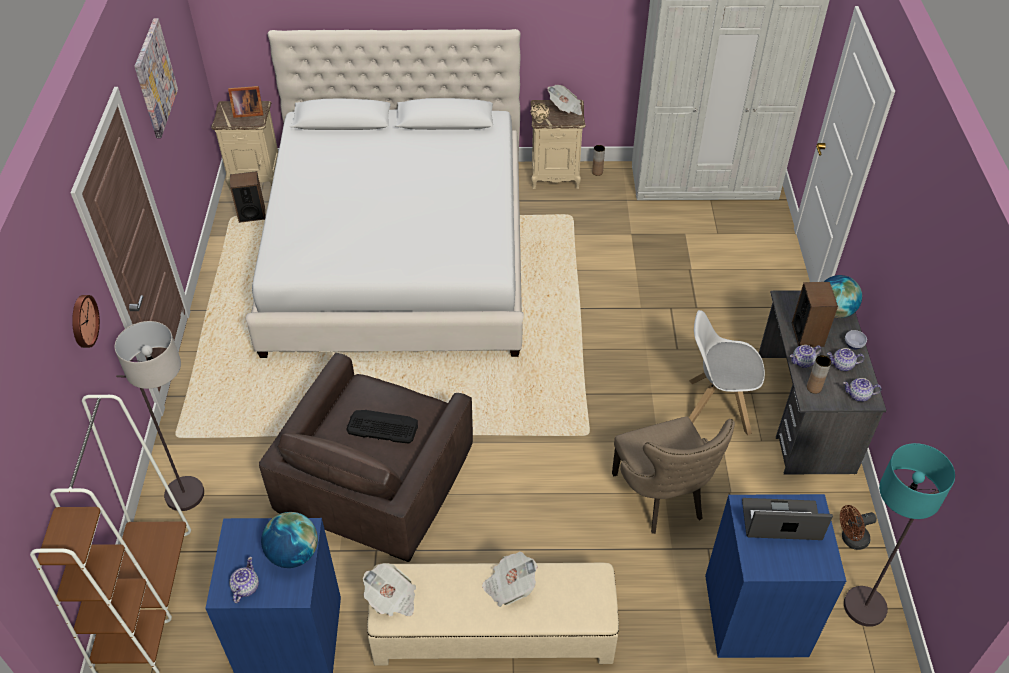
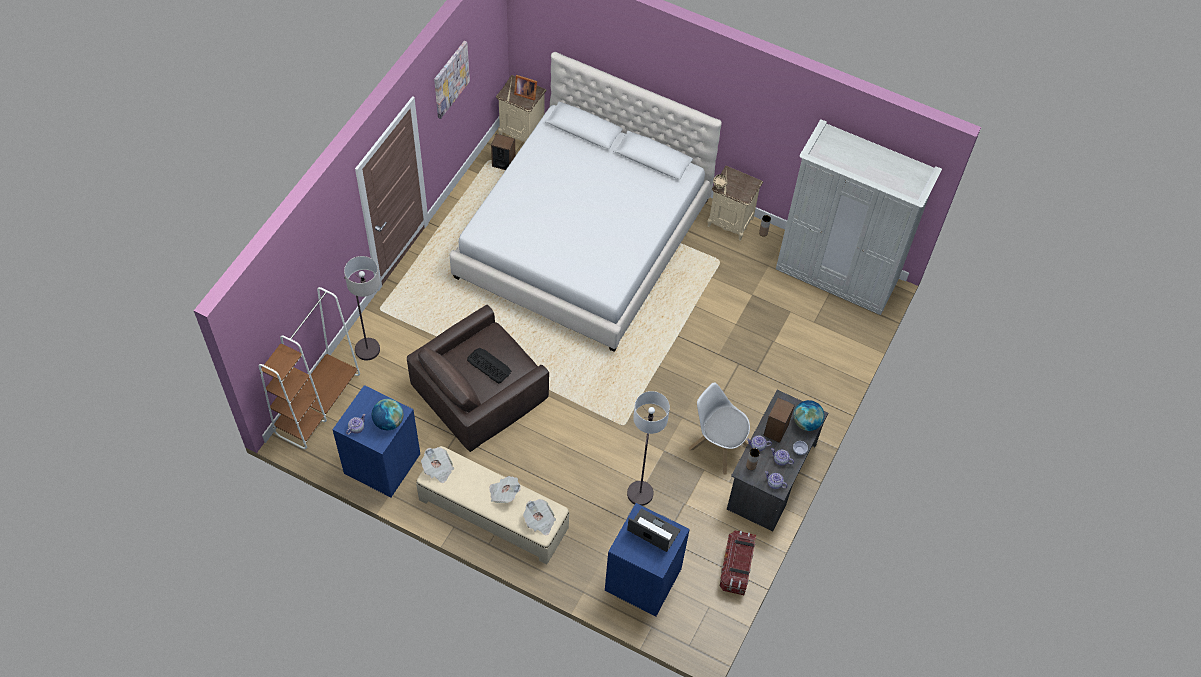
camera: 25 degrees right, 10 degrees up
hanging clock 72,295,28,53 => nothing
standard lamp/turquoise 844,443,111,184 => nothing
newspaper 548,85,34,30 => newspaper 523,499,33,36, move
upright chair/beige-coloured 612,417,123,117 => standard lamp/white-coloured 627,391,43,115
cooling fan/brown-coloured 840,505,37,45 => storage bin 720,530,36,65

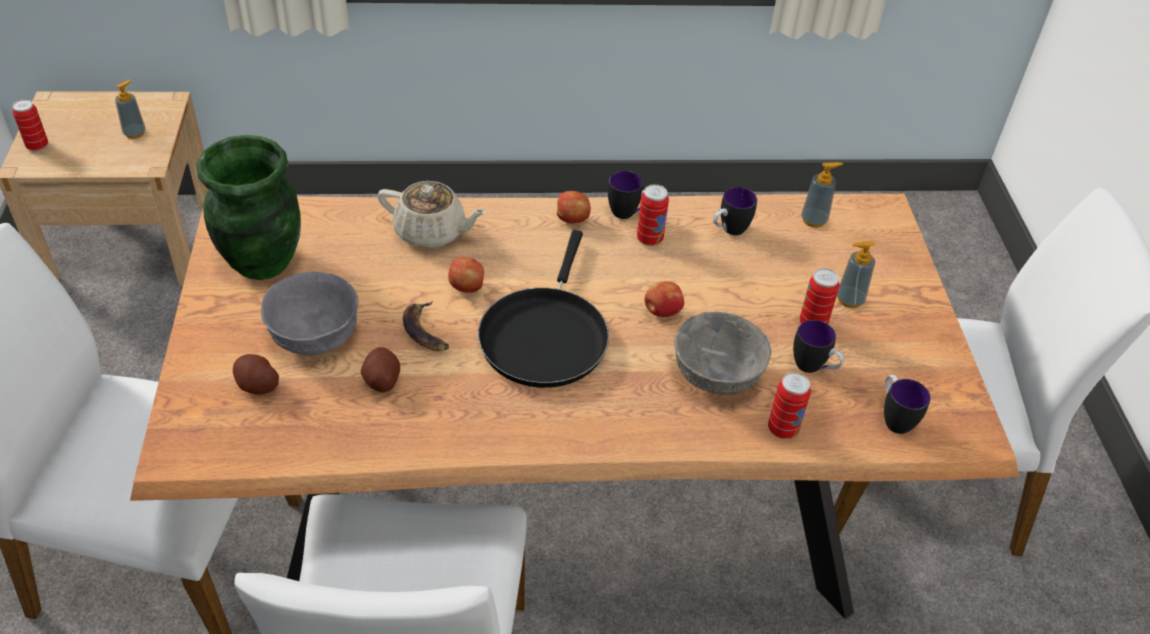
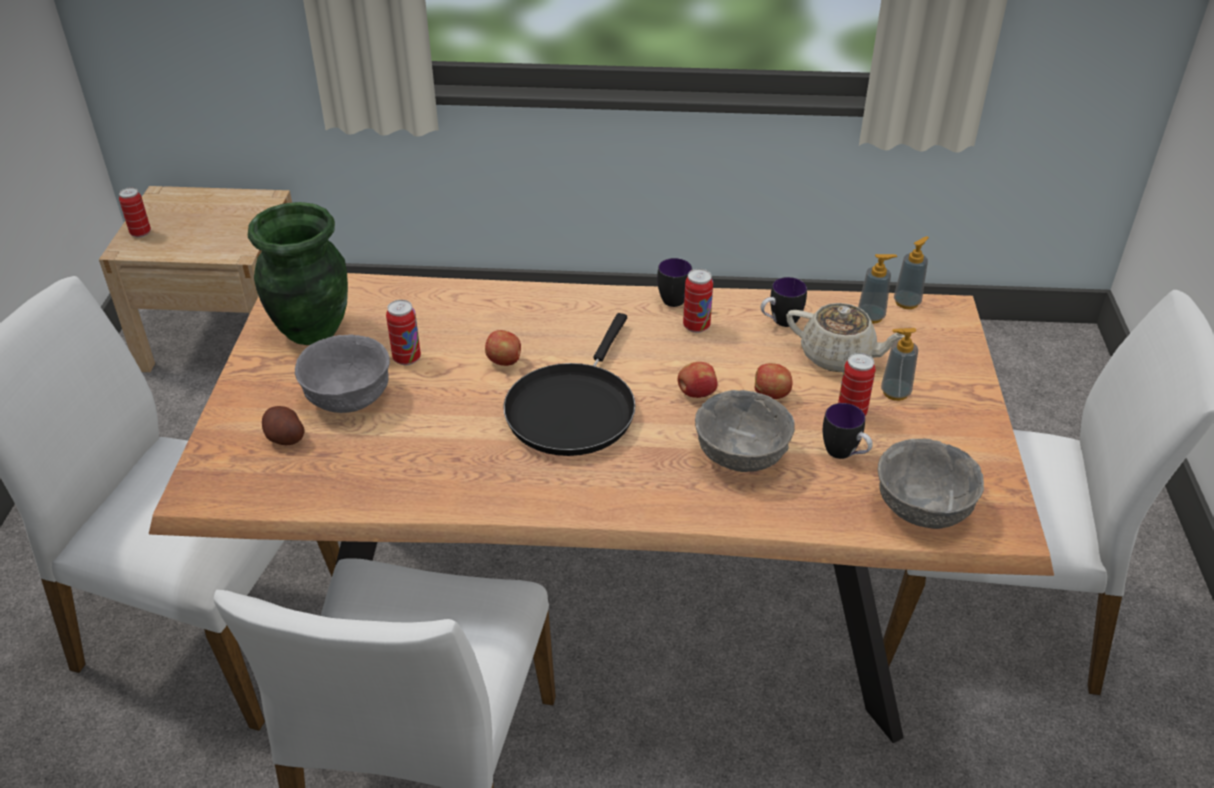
camera: 10 degrees right, 5 degrees down
potato 361,347,39,45 => nothing
banana fruit 403,301,46,50 => nothing
soap bottle 115,80,31,59 => soap bottle 894,236,35,73, move
teapot/beige-coloured 377,181,110,68 => teapot/beige-coloured 786,303,119,69, move
apple fruit 557,191,34,33 => apple fruit 755,363,38,36, move
sealed can 768,372,43,67 => sealed can 386,300,35,65, move
mug 884,375,47,59 => serving bowl/grey 878,439,106,90

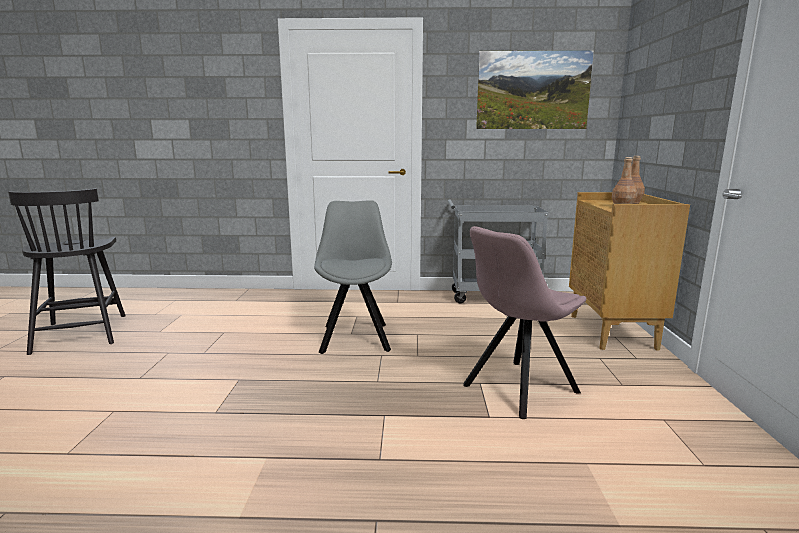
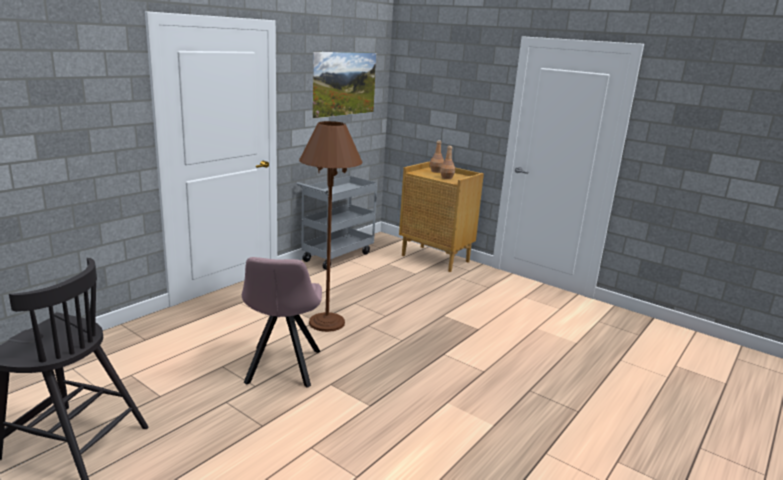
camera: 55 degrees left, 5 degrees up
upright chair/pink-coloured 463,226,123,193 => upright chair/pink-coloured 242,257,80,130, move
upright chair/grey 314,200,78,154 => standard lamp/brown-coloured 299,121,63,211

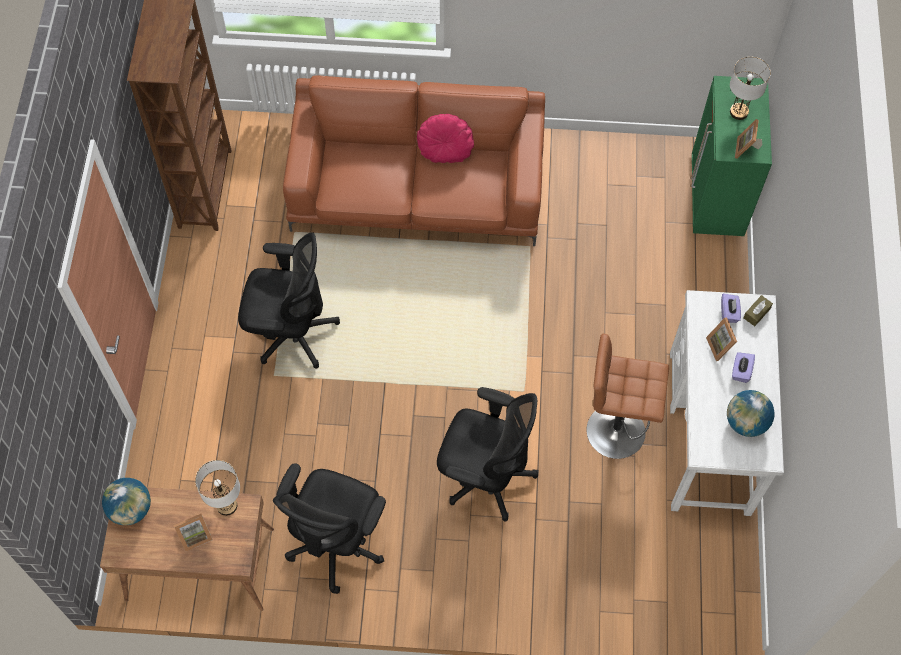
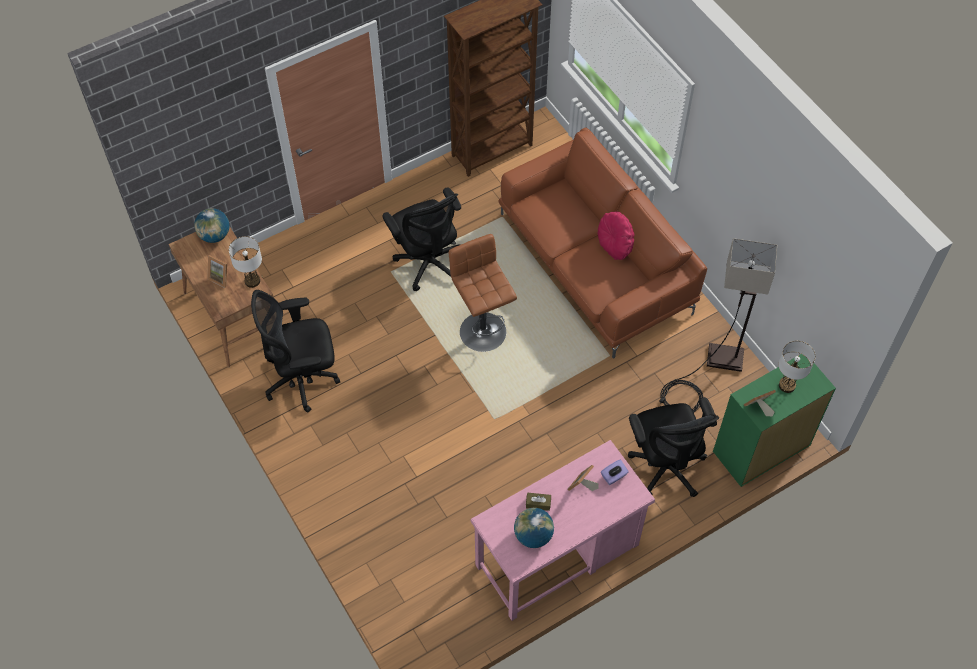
camera: 55 degrees right, 5 degrees down
tissue holder/purple-coloured 732,352,23,31 => nothing
nothing => standard lamp 659,238,118,174
office chair/black 437,387,101,135 => office chair/black 628,397,91,100, move
stool/brown-coloured 587,333,82,126 => stool/brown-coloured 449,234,68,118, move
tissue holder/brown-coloured 743,295,30,31 => tissue holder/brown-coloured 526,493,25,18, move
desk unit/white-coloured 670,290,114,226 => desk unit/pink-coloured 471,440,184,181

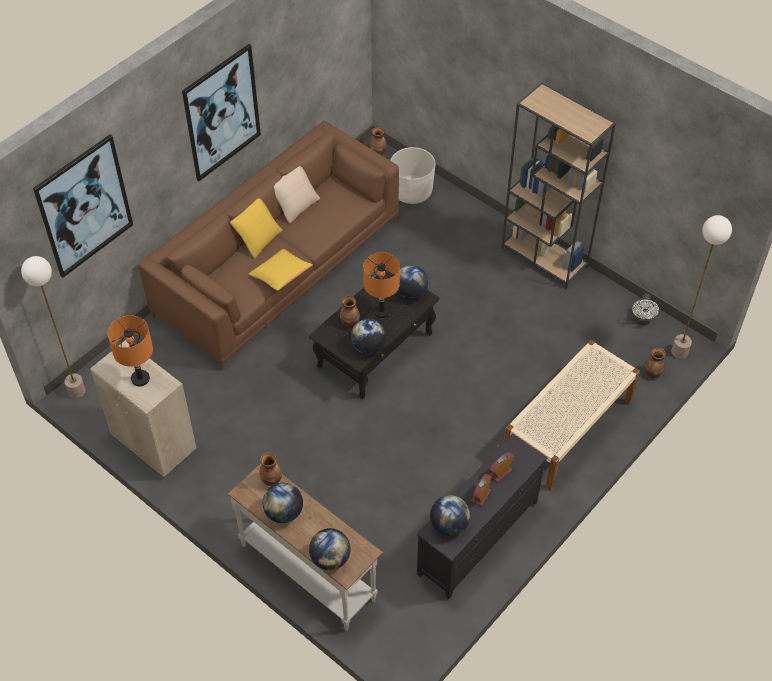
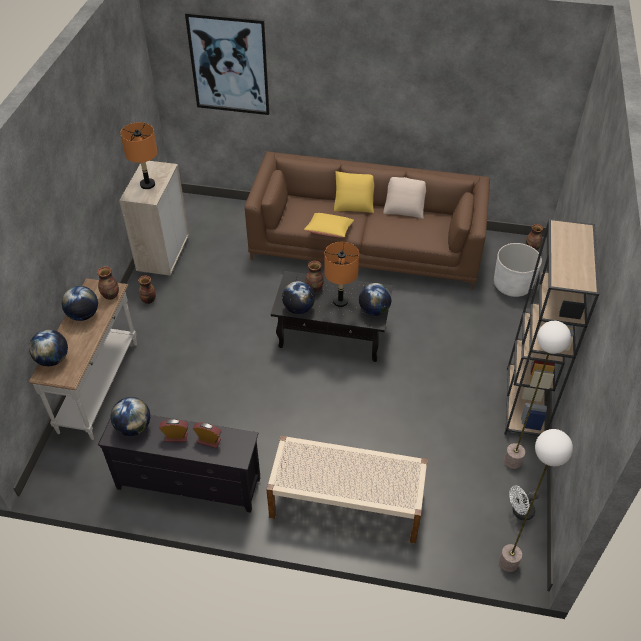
camera: 60 degrees right, 5 degrees down
wall picture 182,44,79,137 => nothing
standard lamp 21,256,65,142 => standard lamp 504,321,67,148, move
vase 645,348,21,30 => vase 138,276,18,28, move

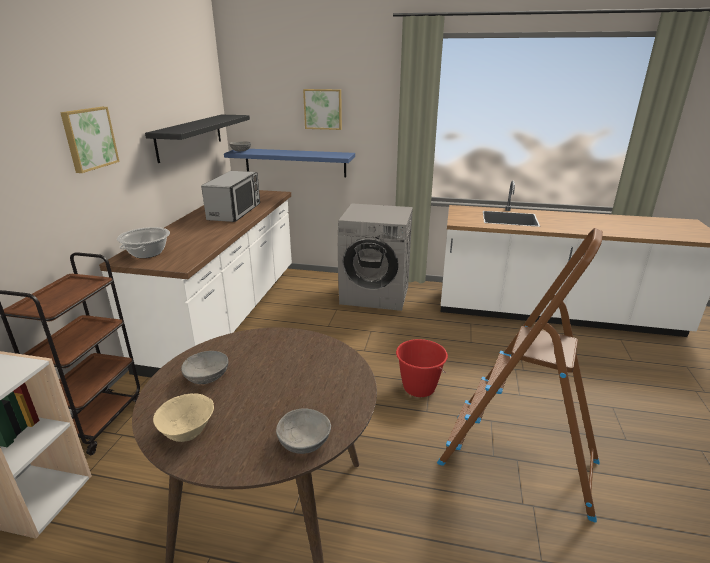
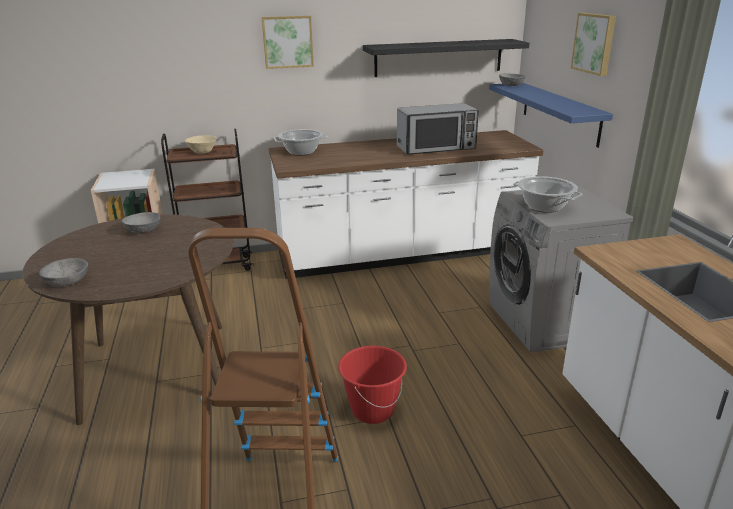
camera: 65 degrees right, 0 degrees up
nothing => cooking pot 513,176,70,37
serving bowl/beige-coloured 153,393,61,49 => serving bowl/beige-coloured 185,135,32,19, move

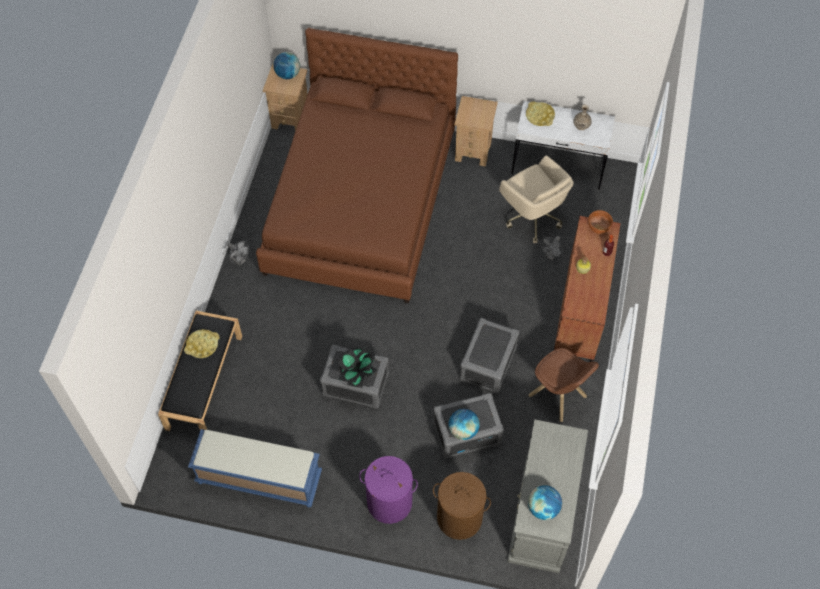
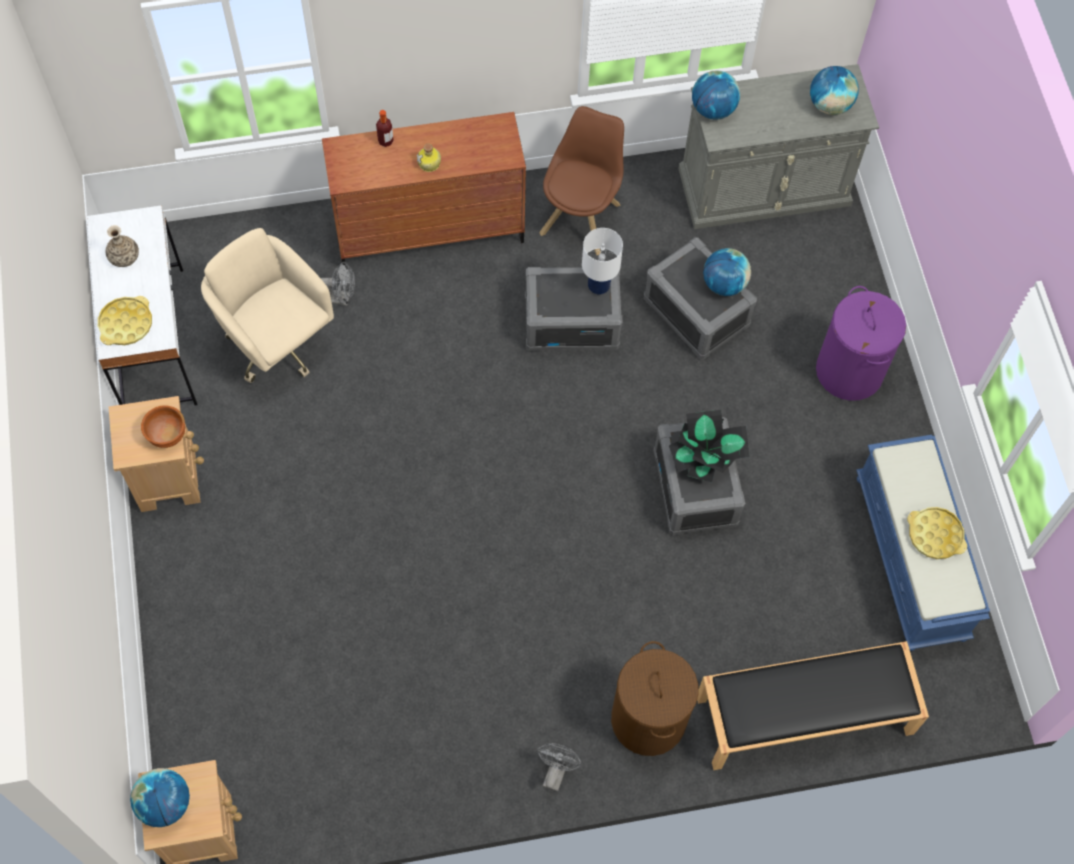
camera: 115 degrees left, 5 degrees up
sleeping bed/brown-coloured 256,28,202,275 => nothing
nothing => tabletop lamp/white-coloured 582,228,41,67
nothing => world globe 692,70,48,50
tray/yellow 184,329,36,29 => tray/yellow 907,507,60,52, move
hamper/brown-coloured 433,472,58,68 => hamper/brown-coloured 611,641,87,115, move
serving bowl/brown-coloured 588,210,25,24 => serving bowl/brown-coloured 141,405,44,43, move
office chair/beige-coloured 499,156,74,87 => office chair/beige-coloured 201,228,133,155, 75 degrees counterclockwise

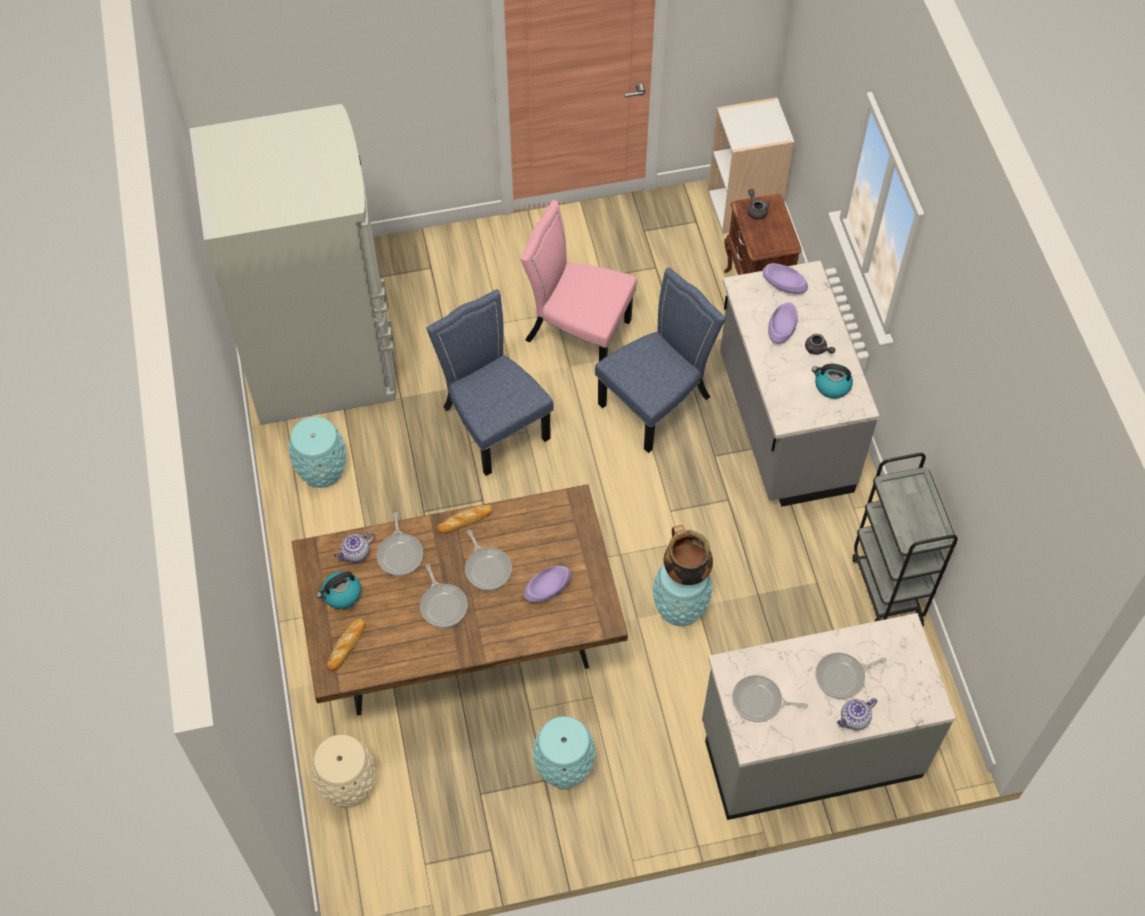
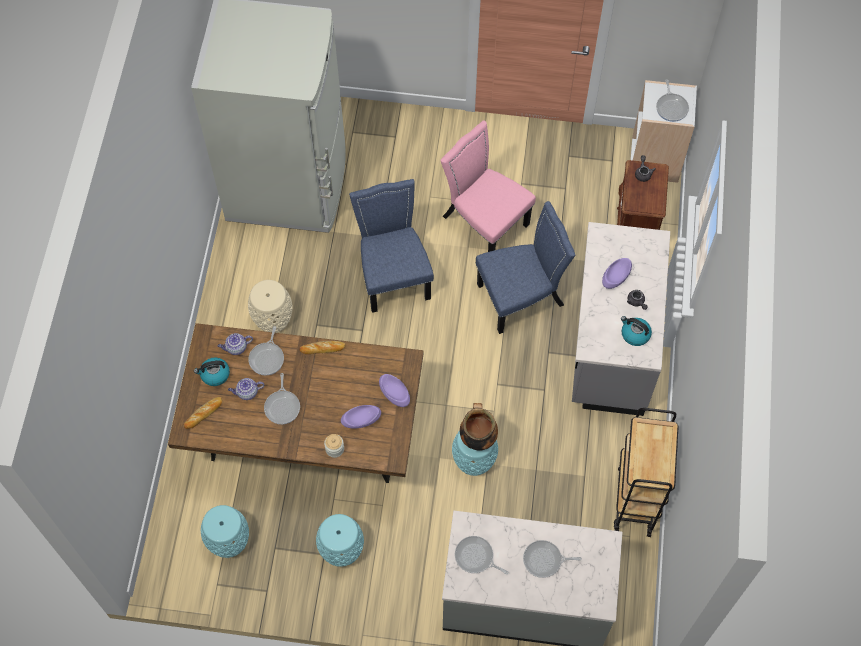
camera: 20 degrees right, 5 degrees up
nothing => preserve jar 324,434,20,24
stool/turquoise 289,417,57,71 => stool/turquoise 201,505,48,53, move
stool/beige-coloured 311,735,65,72 => stool/beige-coloured 248,280,44,53, move
pan 465,530,47,60 => pan 656,79,33,43, move
serving bowl/purple-coloured 763,263,45,31 => serving bowl/purple-coloured 379,374,31,33, move
teapot 837,698,40,32 => teapot 228,378,36,22, move
trolley/grey 852,453,106,173 => trolley/brown-coloured 614,408,64,129

